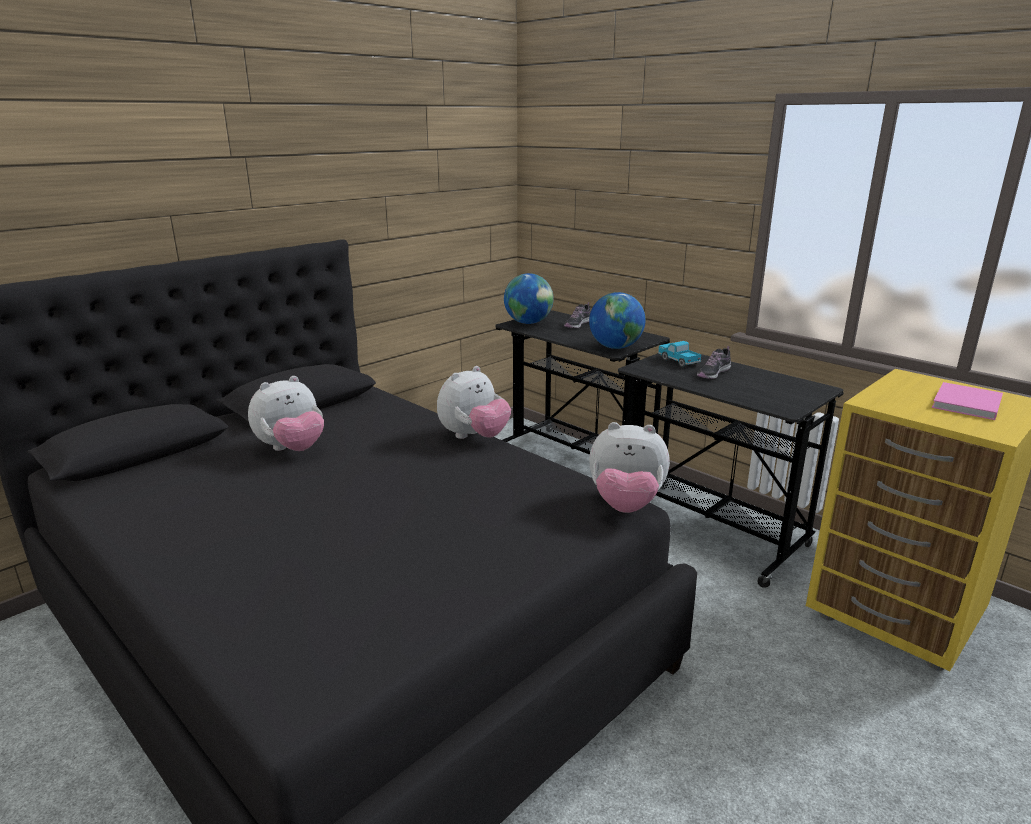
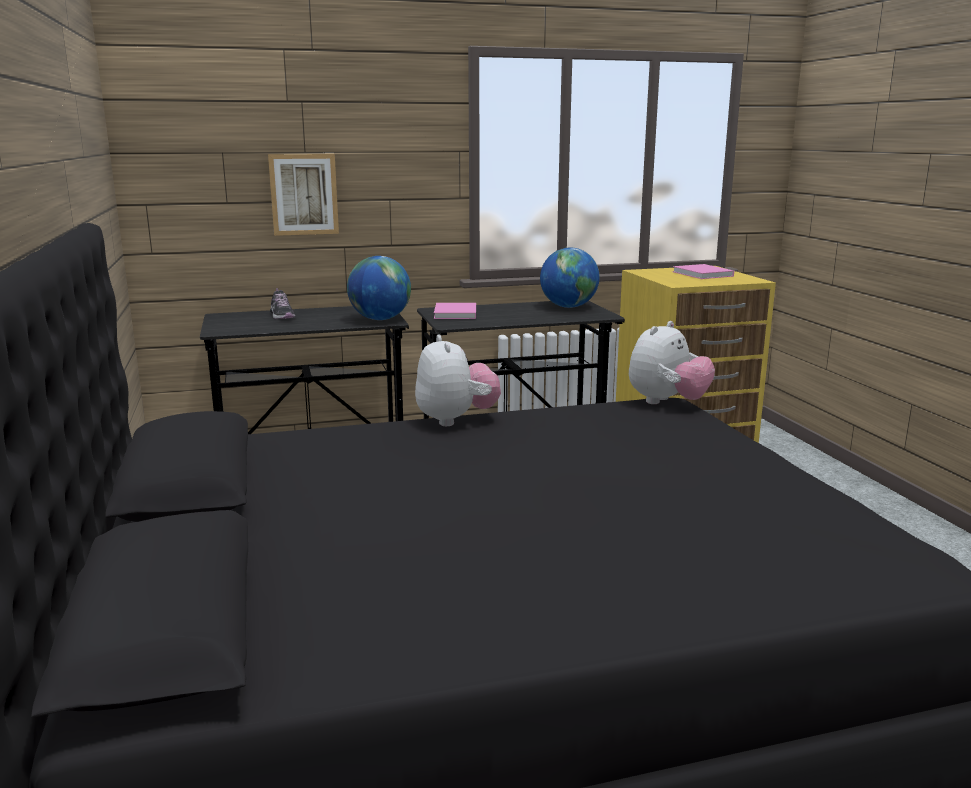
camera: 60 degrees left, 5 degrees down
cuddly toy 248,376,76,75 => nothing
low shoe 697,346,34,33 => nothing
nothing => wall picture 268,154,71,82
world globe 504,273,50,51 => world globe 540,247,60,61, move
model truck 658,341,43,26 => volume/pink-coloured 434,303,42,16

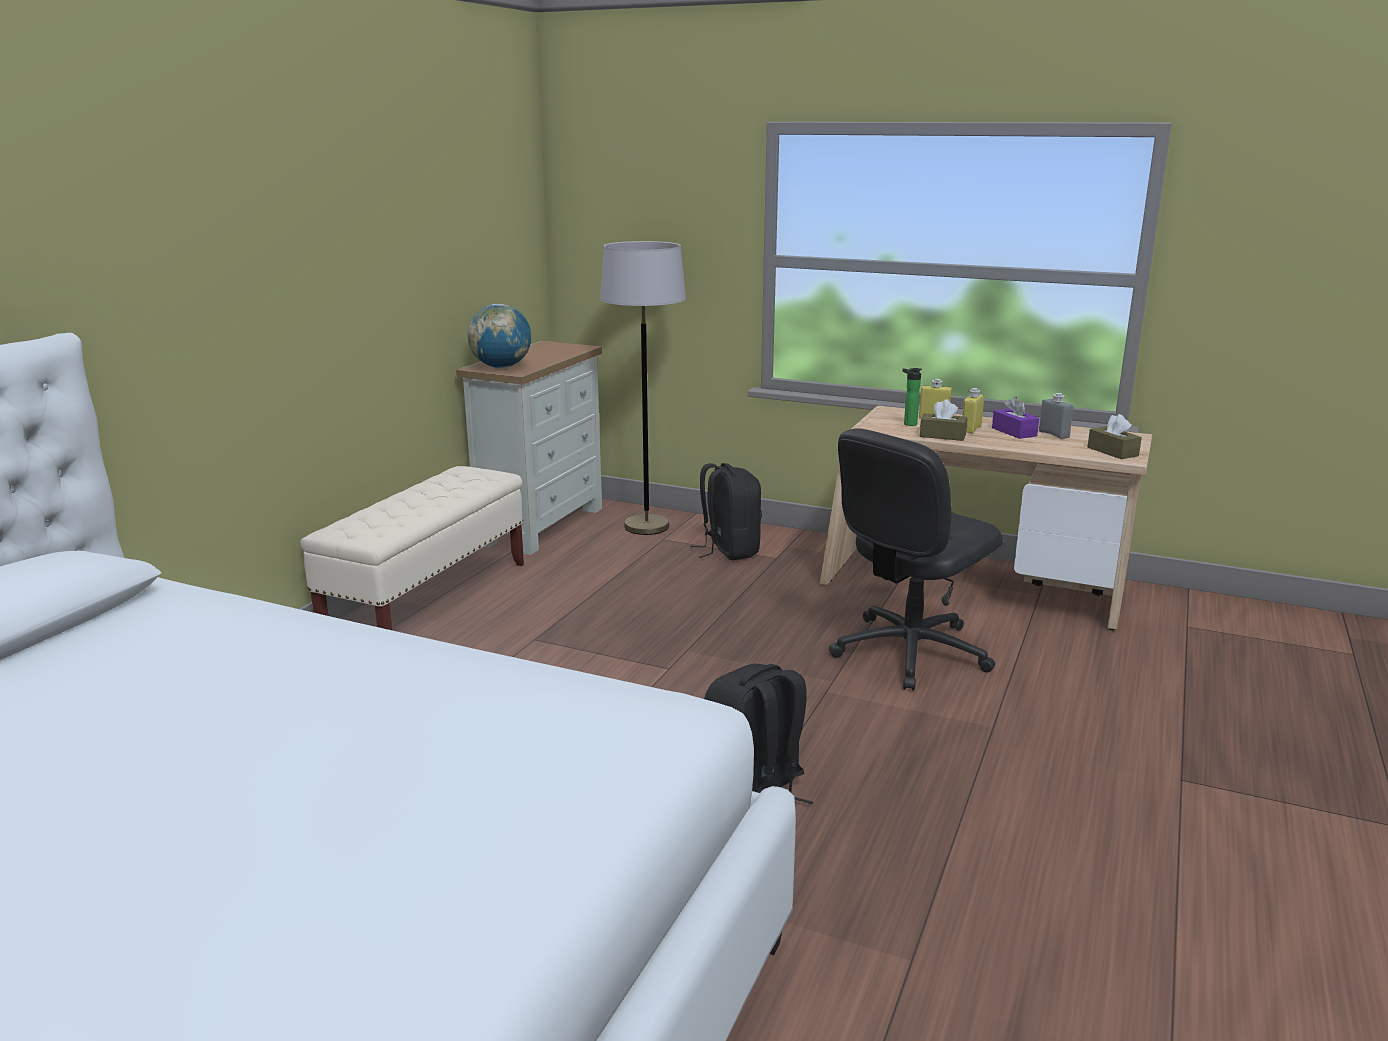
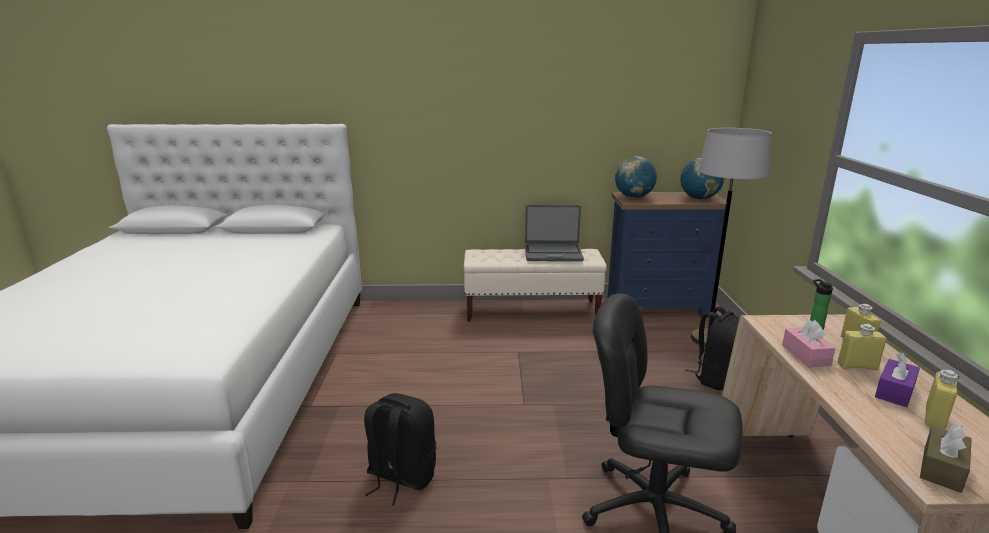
camera: 65 degrees right, 0 degrees up
nothing => laptop 525,205,59,56
nothing => world globe 680,158,44,42
drawer chest/white-coloured 456,341,146,214 => drawer chest/bluish 608,192,124,126
tissue holder/brown-coloured 920,400,47,41 => tissue holder/pink-coloured 782,320,53,47
drink bottle/grey 1039,393,35,46 => drink bottle/yellow 925,370,35,59

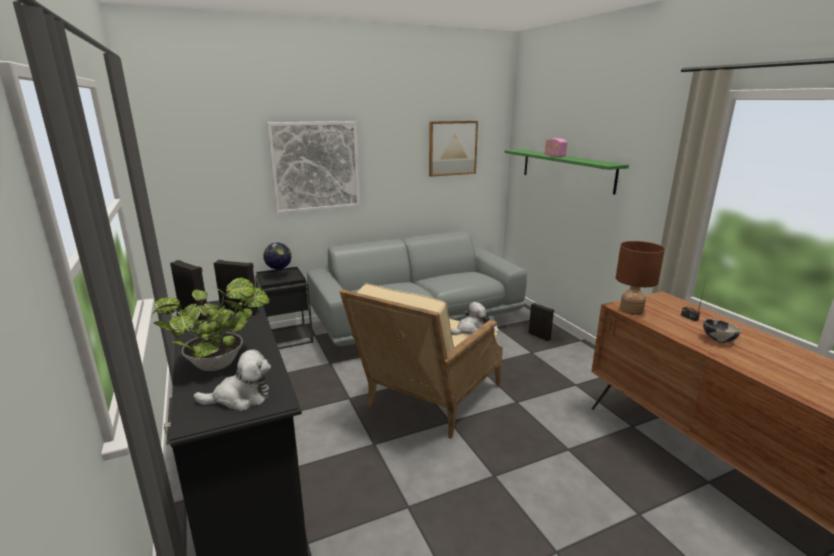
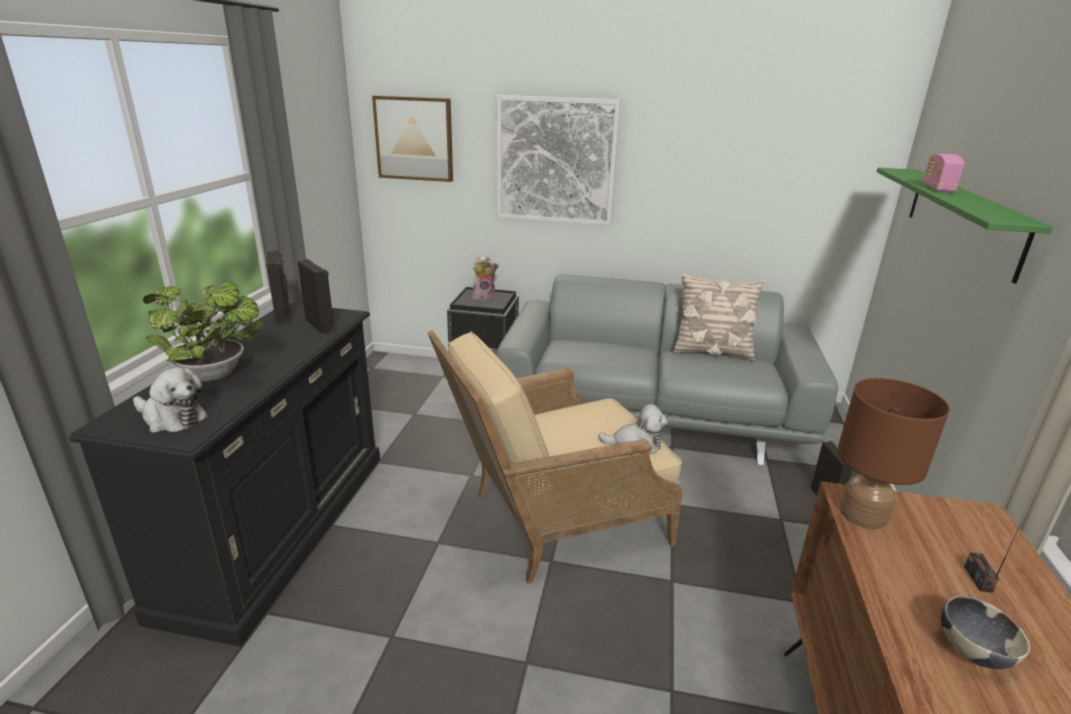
camera: 35 degrees right, 5 degrees up
nothing => pillow/beige-coloured 673,274,90,87
wall picture 429,121,49,56 => wall picture 372,96,81,86, move
world globe 263,242,29,36 => cuddly toy 472,256,27,45

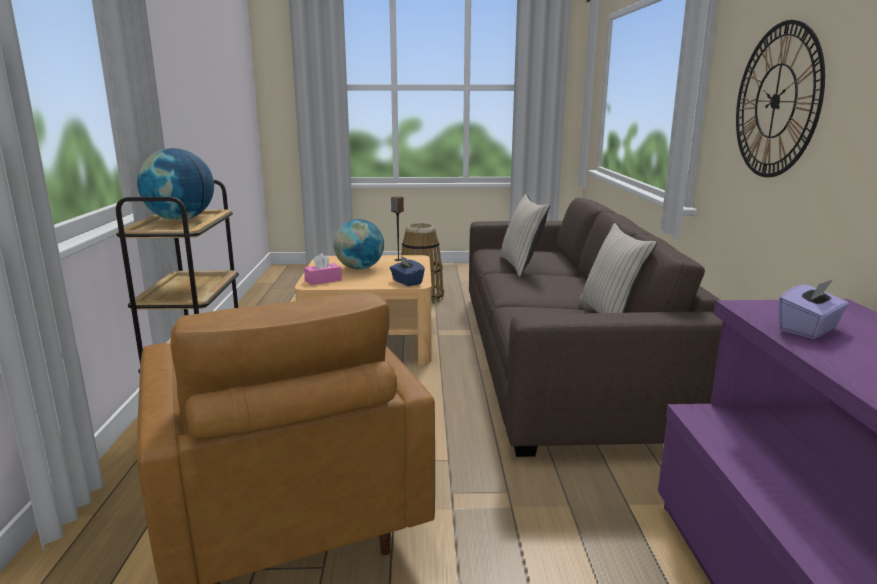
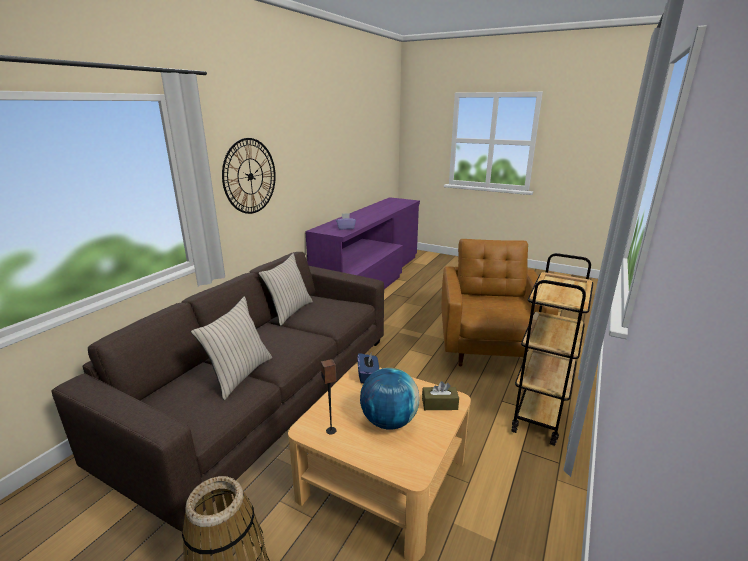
camera: 150 degrees left, 5 degrees up
world globe 137,148,77,72 => nothing
tissue holder/pink-coloured 304,253,38,32 => tissue holder/brown-coloured 422,381,37,29

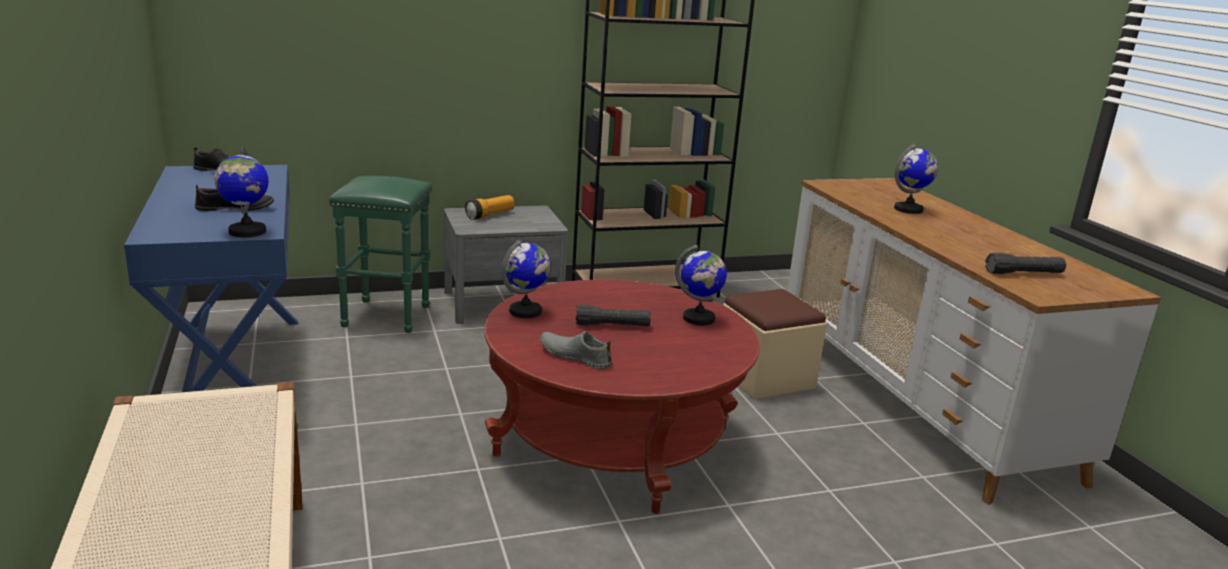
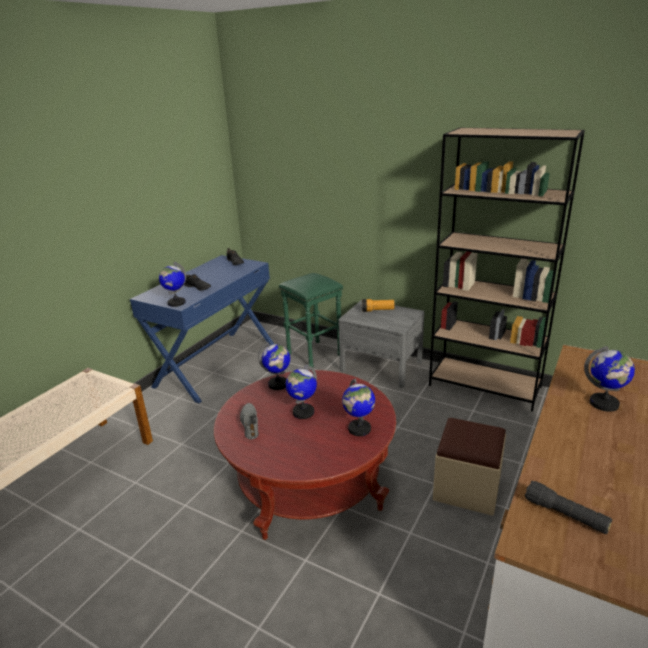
camera: 50 degrees right, 5 degrees up
torch/black 575,305,76,21 => world globe 286,365,31,54

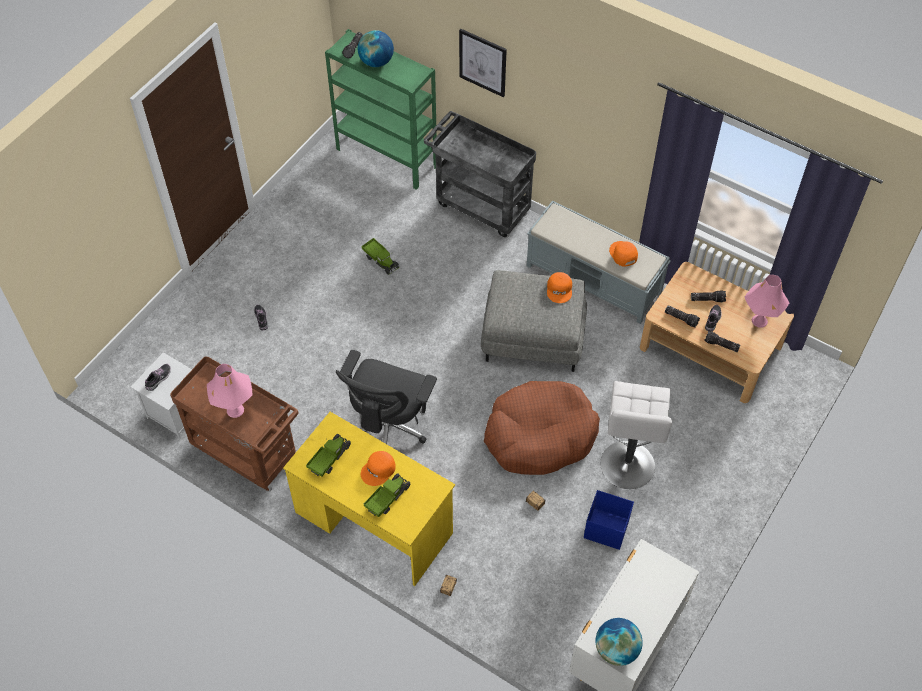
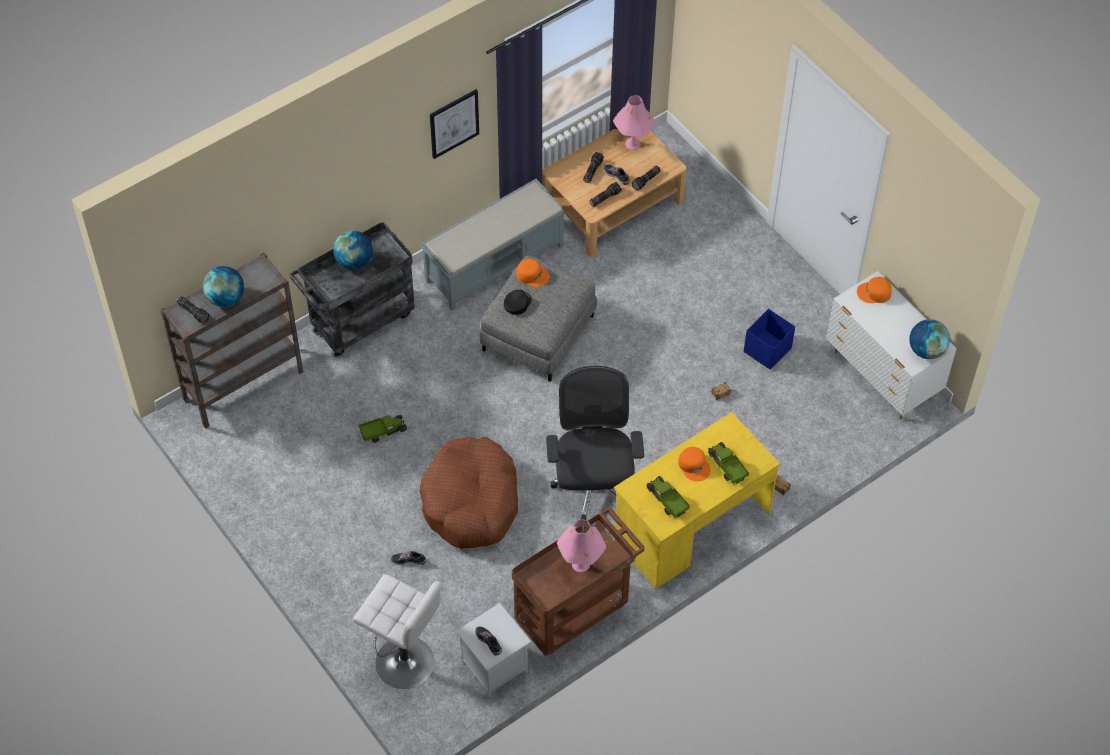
camera: 70 degrees left, 0 degrees up
nothing => world globe 333,230,40,40
nothing => baseball cap/black 504,290,28,25
wall picture 459,29,48,68 => wall picture 430,89,49,70, move
dog bed/brown-coloured 484,381,116,94 => dog bed/brown-coloured 419,437,99,112, move
stool/white-coloured 600,381,72,108 => stool/white-coloured 353,574,89,115, move
baseball cap/orange-coloured 609,241,29,26 => baseball cap/orange-coloured 857,277,35,26, move
bookcase/green-coloured 325,29,112,161 => bookcase/grey 160,253,143,176
office chair 336,350,101,94 => office chair 546,366,98,154, 135 degrees counterclockwise

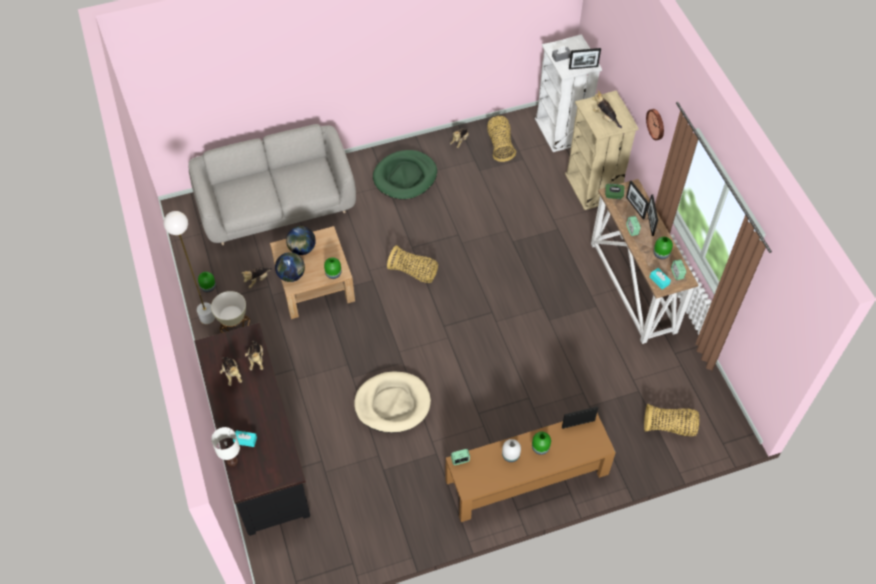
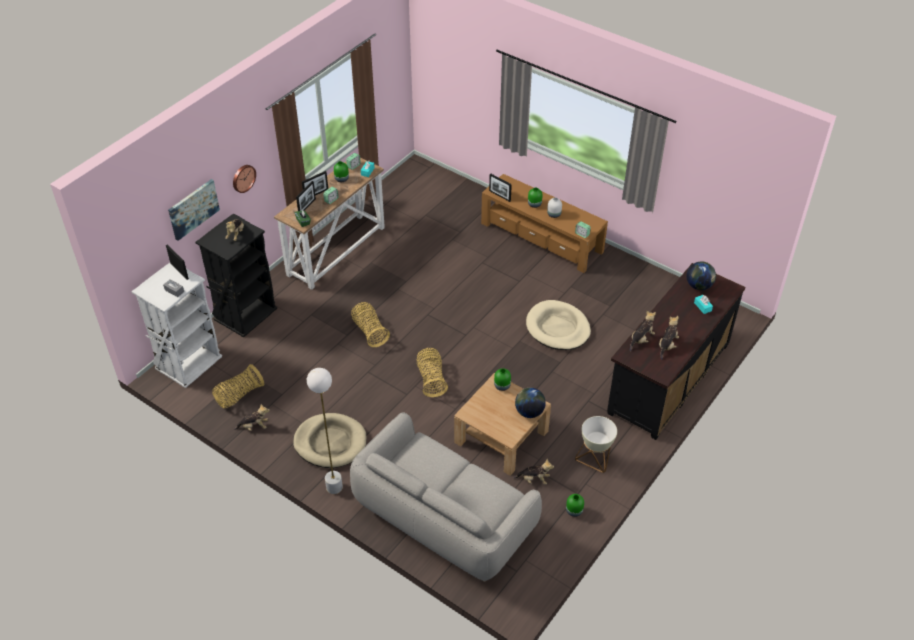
camera: 125 degrees left, 10 degrees down
tabletop lamp/white-coloured 211,427,29,39 => nothing
nothing => wall picture 168,179,52,62
standard lamp/white-coloured 163,211,52,113 => standard lamp/white-coloured 307,368,36,126, move
world globe 286,226,30,29 => world globe 687,261,29,29, move
storage basket 644,404,55,32 => storage basket 351,302,39,45, move
dog bed/green-coloured 373,150,64,50 => dog bed/beige-coloured 293,413,73,55
bookcase/beige-coloured 565,91,73,119 => bookcase/black 195,214,82,123

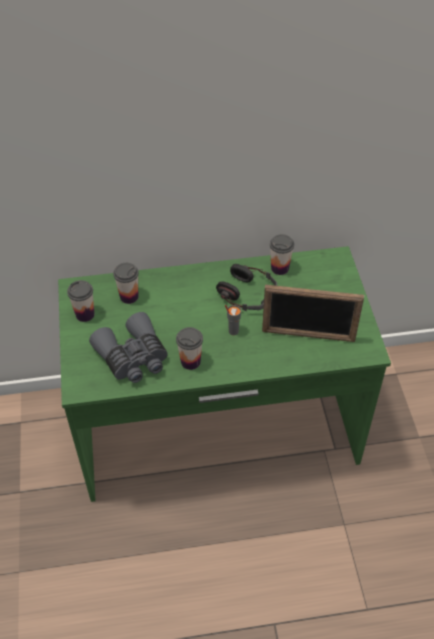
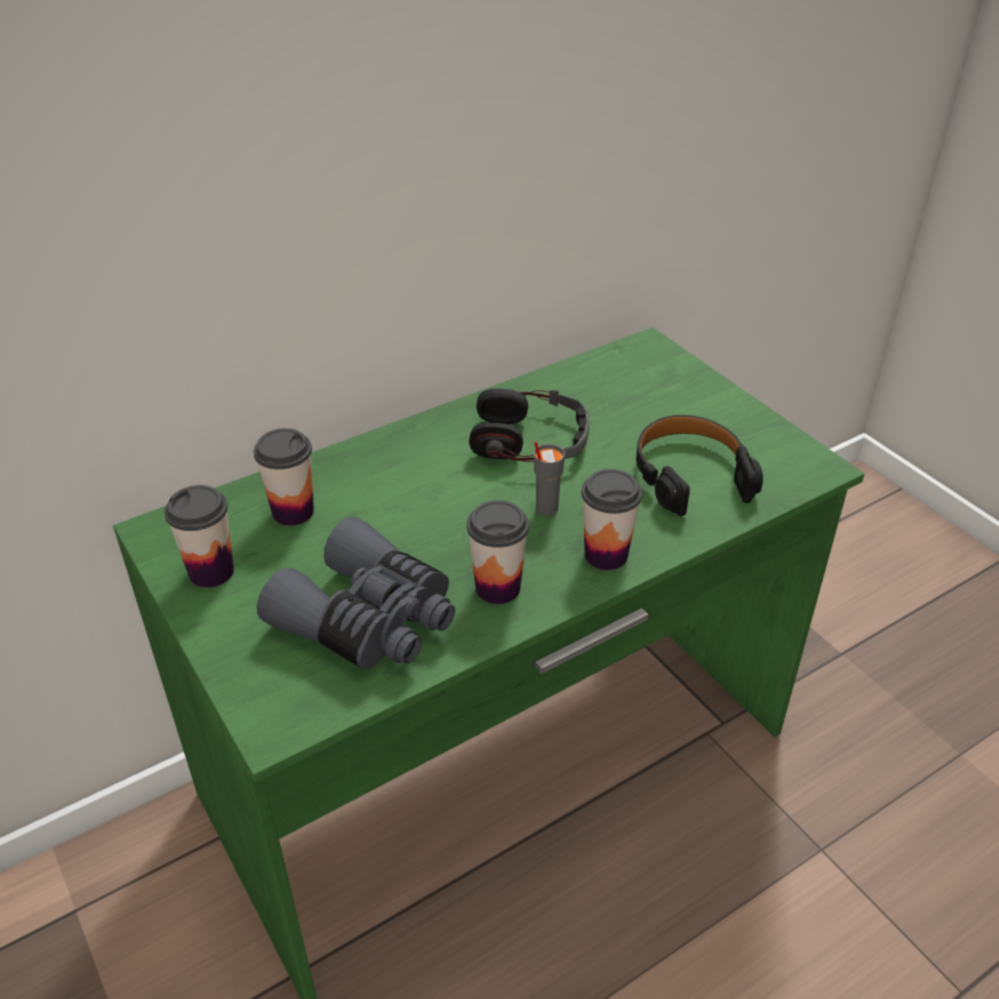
camera: 25 degrees left, 10 degrees down
small cup 270,234,24,41 => small cup 581,469,61,101, move
picture frame 262,285,102,57 => pair of headphones/black 636,415,127,101

